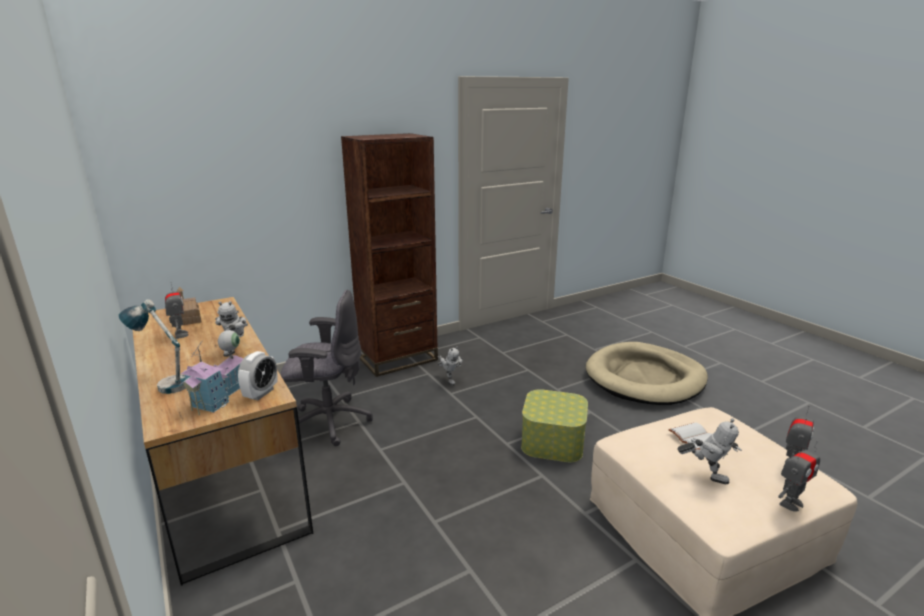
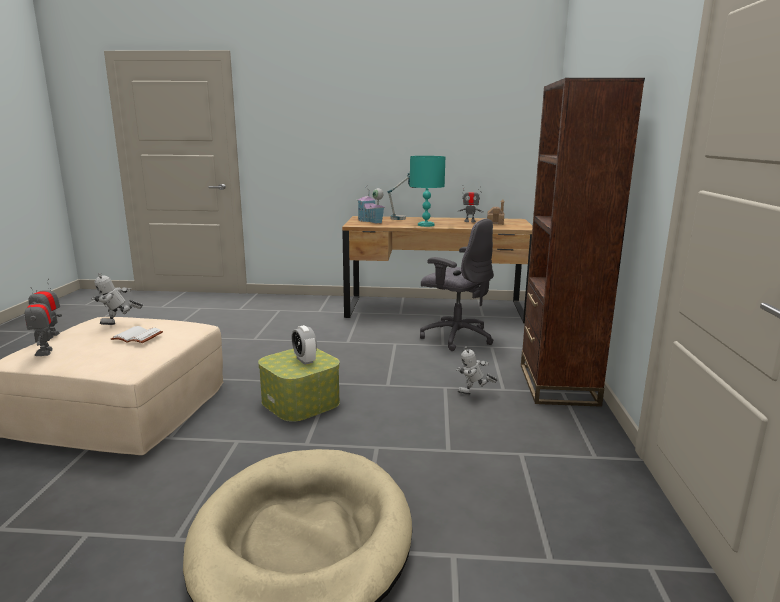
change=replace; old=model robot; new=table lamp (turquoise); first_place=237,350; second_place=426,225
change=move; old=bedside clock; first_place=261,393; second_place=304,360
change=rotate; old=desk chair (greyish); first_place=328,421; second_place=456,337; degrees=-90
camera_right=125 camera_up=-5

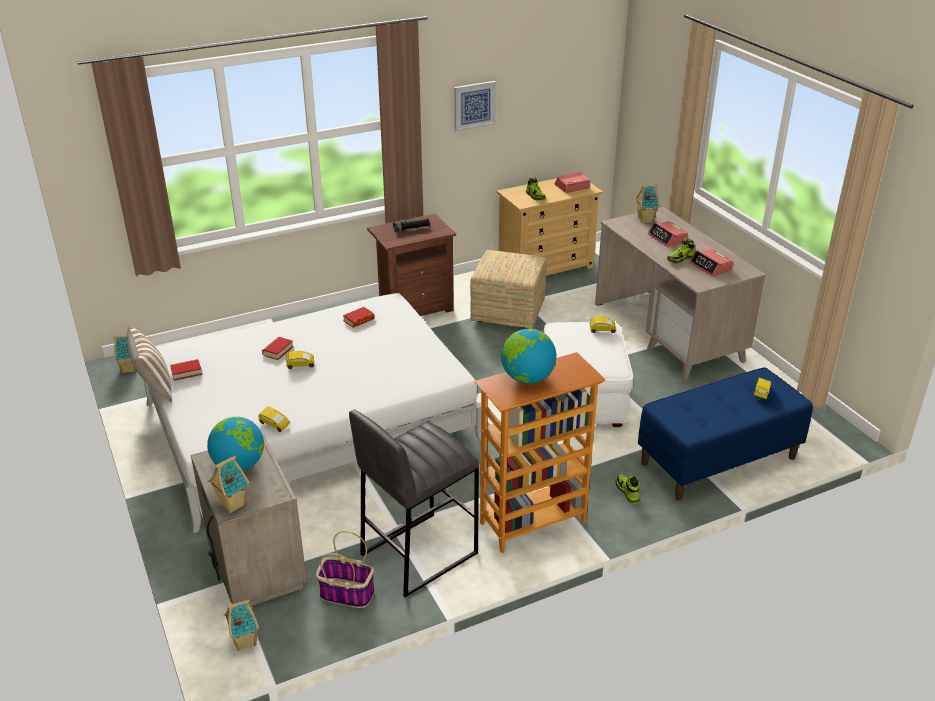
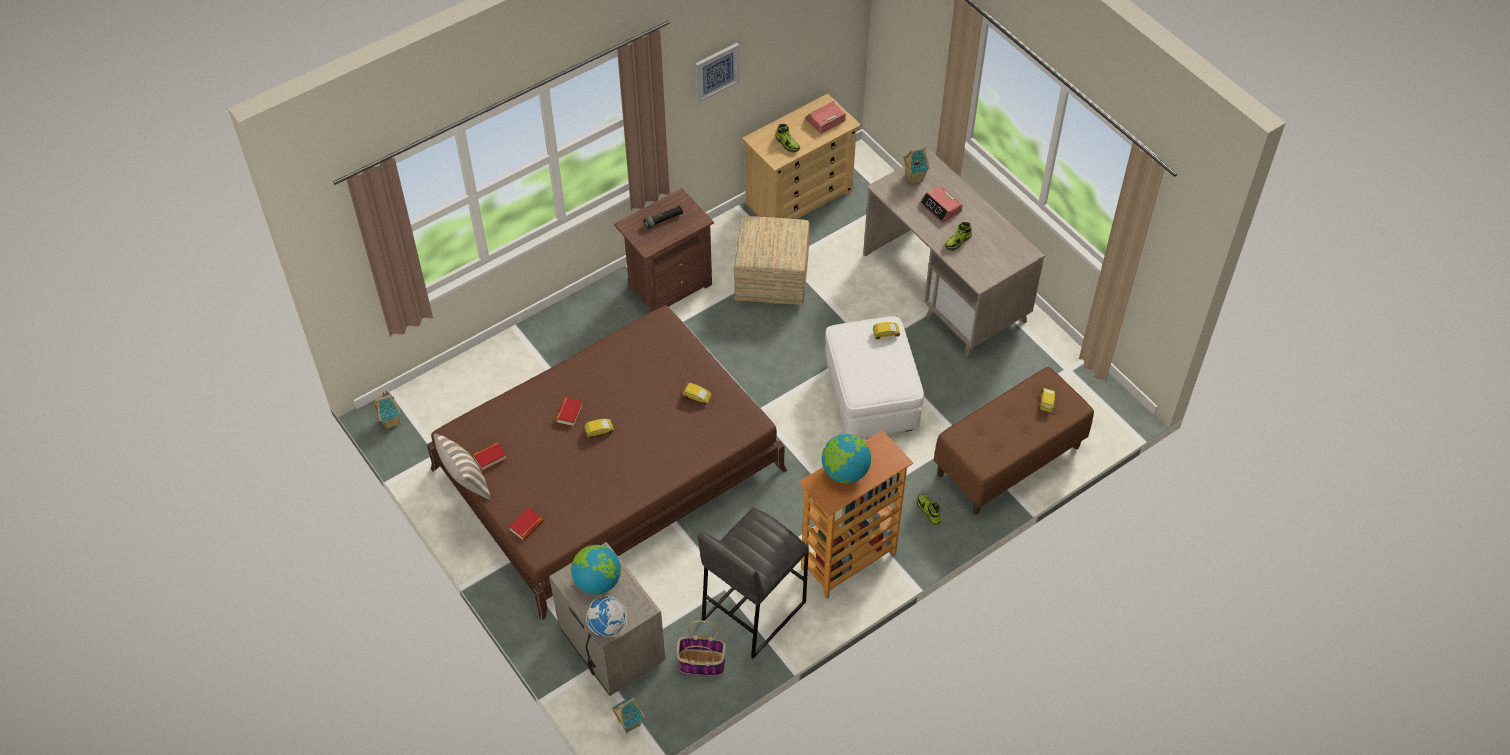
change=recolor; old=bed (whitish); new=bed (brownish); first_place=312,423; second_place=608,469
change=replace; old=toy house; new=globe; first_place=232,505; second_place=608,626
change=move; old=miniature car (yellow); first_place=274,425; second_place=697,397
change=move; old=bound book; first_place=359,320; second_place=526,526
change=recolor; old=long seat (blue); new=long seat (brownish); first_place=718,461; second_place=1008,461
change=delete; old=bedside clock; first_place=710,267
camera_right=-10 camera_up=20

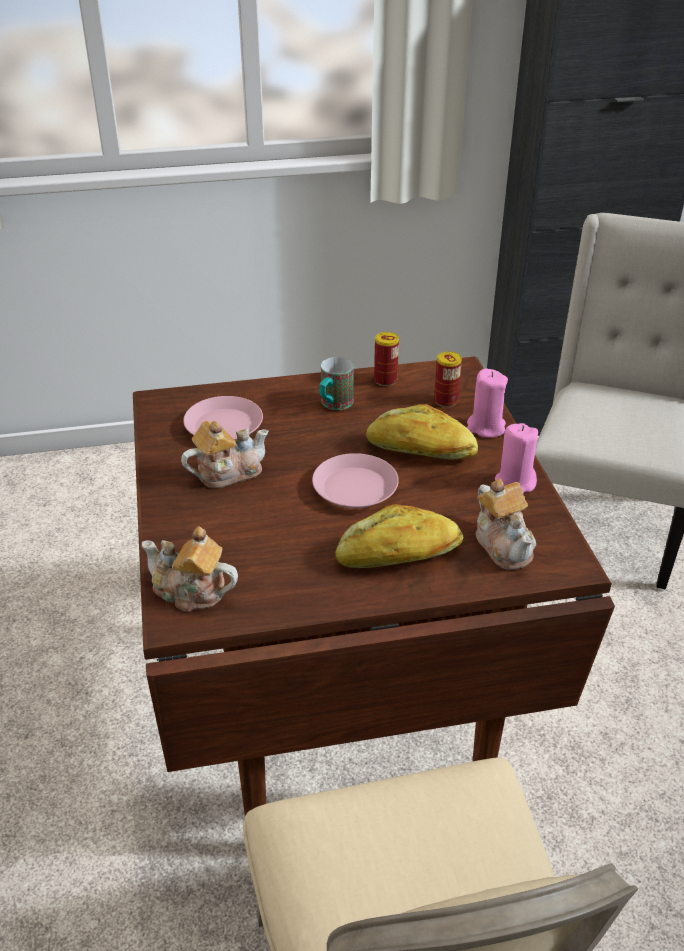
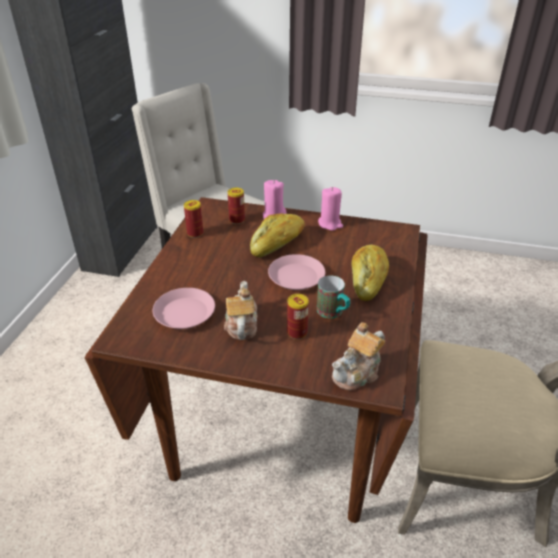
change=move; old=mug; first_place=333,405; second_place=333,313
change=delete; old=teapot; first_place=503,544
change=insert; new=sealed can; second_place=297,332
camera_right=-65 camera_up=0

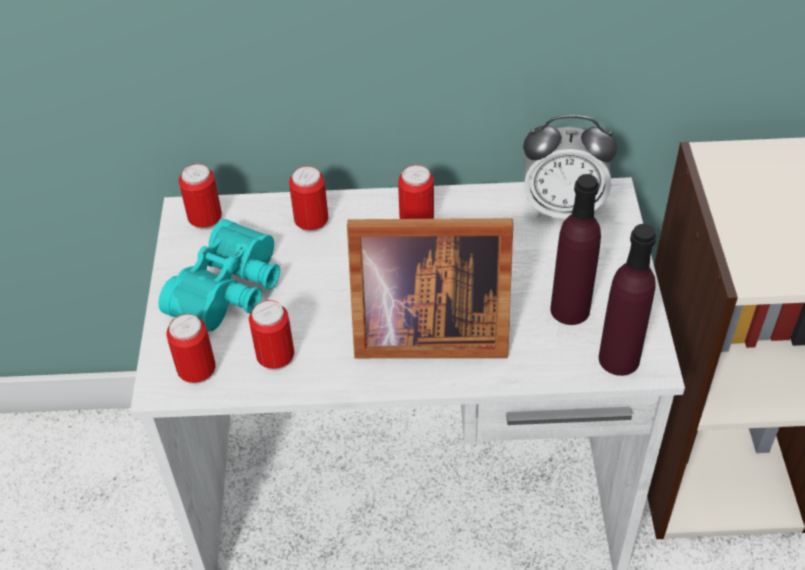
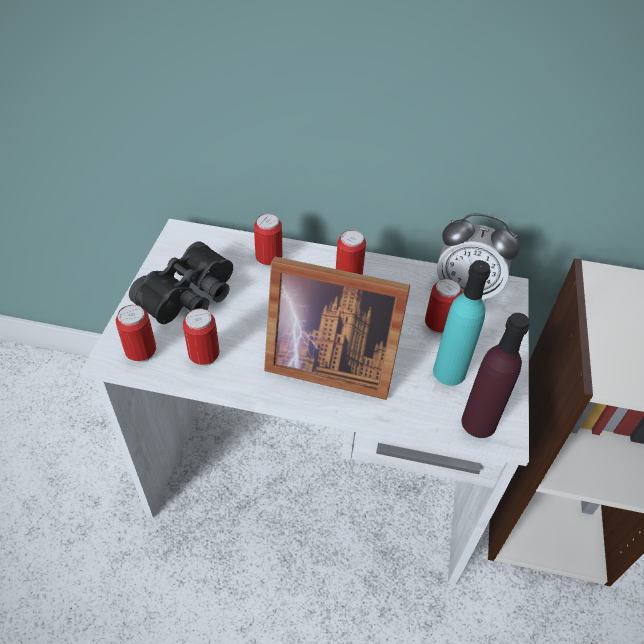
change=recolor; old=binoculars (turquoise); new=binoculars (black-coloured); first_place=232,290; second_place=191,297
change=move; old=sealed can; first_place=205,220; second_place=438,325
change=recolor; old=bottle (purple); new=bottle (turquoise); first_place=570,309; second_place=449,372
camera_right=10 camera_up=0

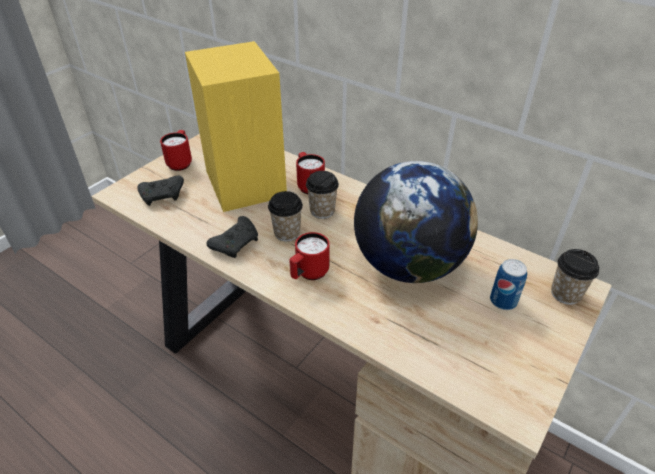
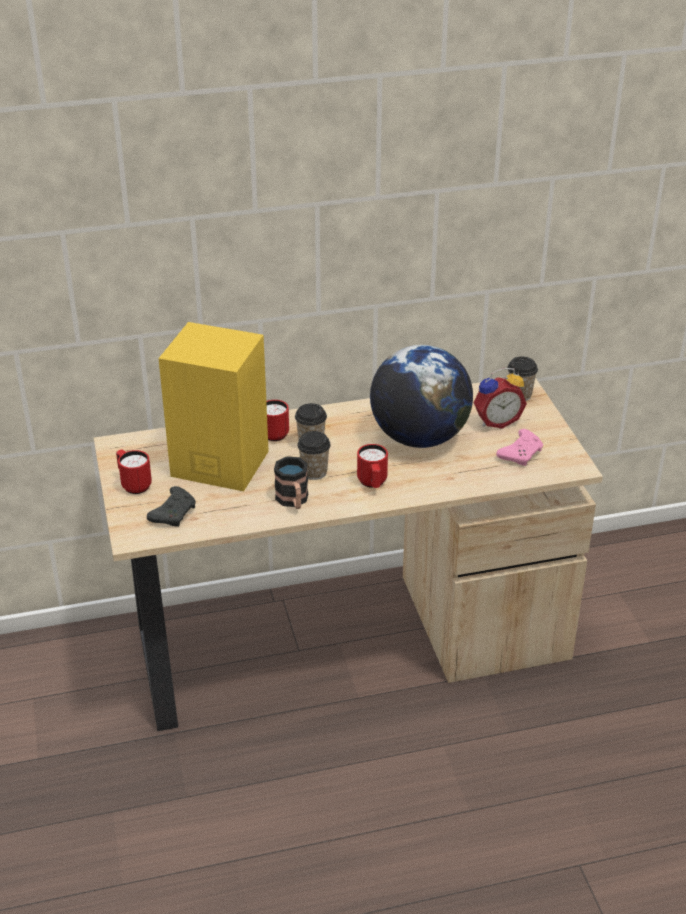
change=replace; old=game controller (black-coloured); new=mug; first_place=236,243; second_place=293,501
change=replace; old=sealed can; new=bedside clock; first_place=503,301; second_place=496,421
change=insert; new=game controller (pink-coloured); second_place=521,454
camera_right=-50 camera_up=-5

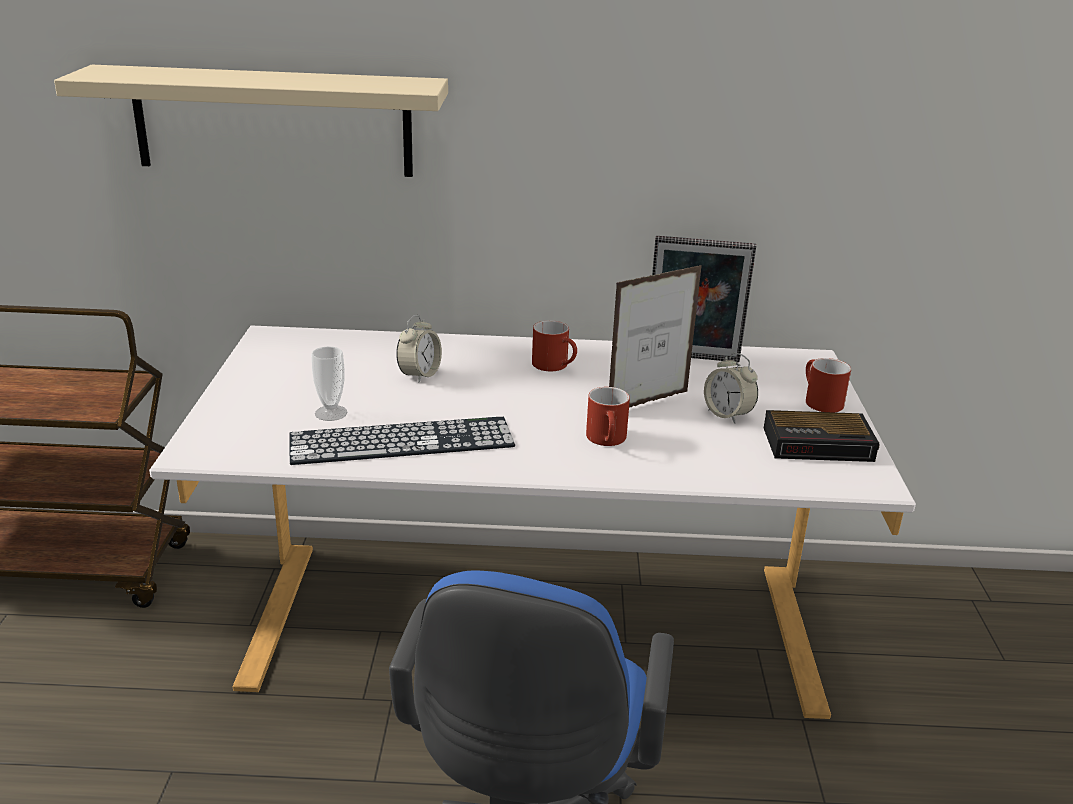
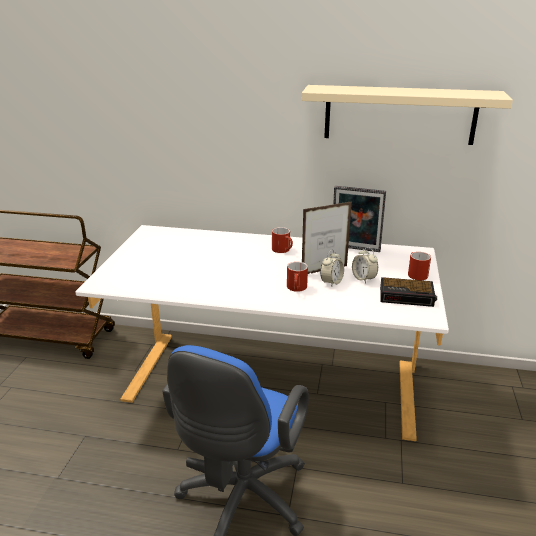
change=move; old=bracket shelf (sand-coloured); first_place=273,122; second_place=399,114
change=delete; old=PC keyboard; first_place=402,441
change=delete; old=drinking cup; first_place=331,413
change=move; old=bedside clock; first_place=419,375; second_place=331,282
camera_right=10 camera_up=0

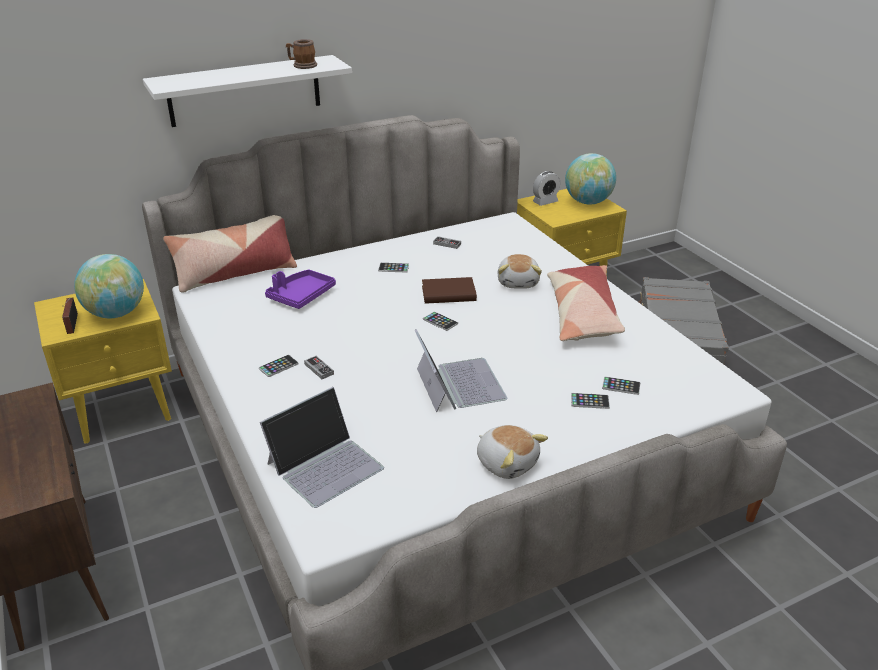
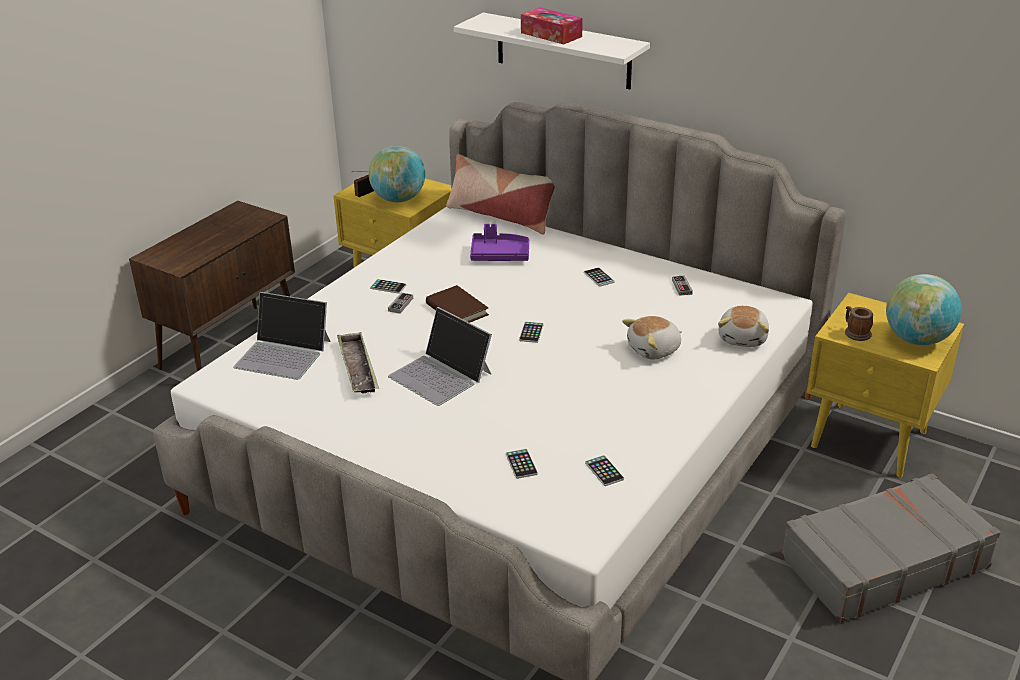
change=move; old=mug; first_place=302,66; second_place=855,333
change=rotate; old=laptop; first_place=459,384; second_place=441,375; degrees=90
change=move; old=bound book (brownish); first_place=448,294; second_place=456,309
change=move; old=soft toy; first_place=507,462; second_place=743,338
change=delete; old=bedside clock; first_place=545,202
change=delete; old=pillow; first_place=582,314
change=move; old=phone; first_place=590,401; second_place=604,471
change=insert; new=tray; second_place=358,368
change=insert; new=box of tissues; second_place=551,35
camera_right=60 camera_up=0

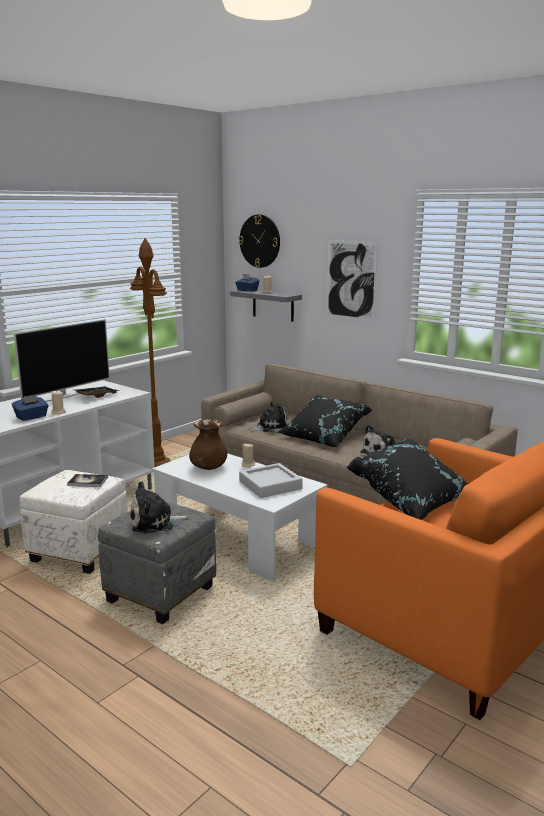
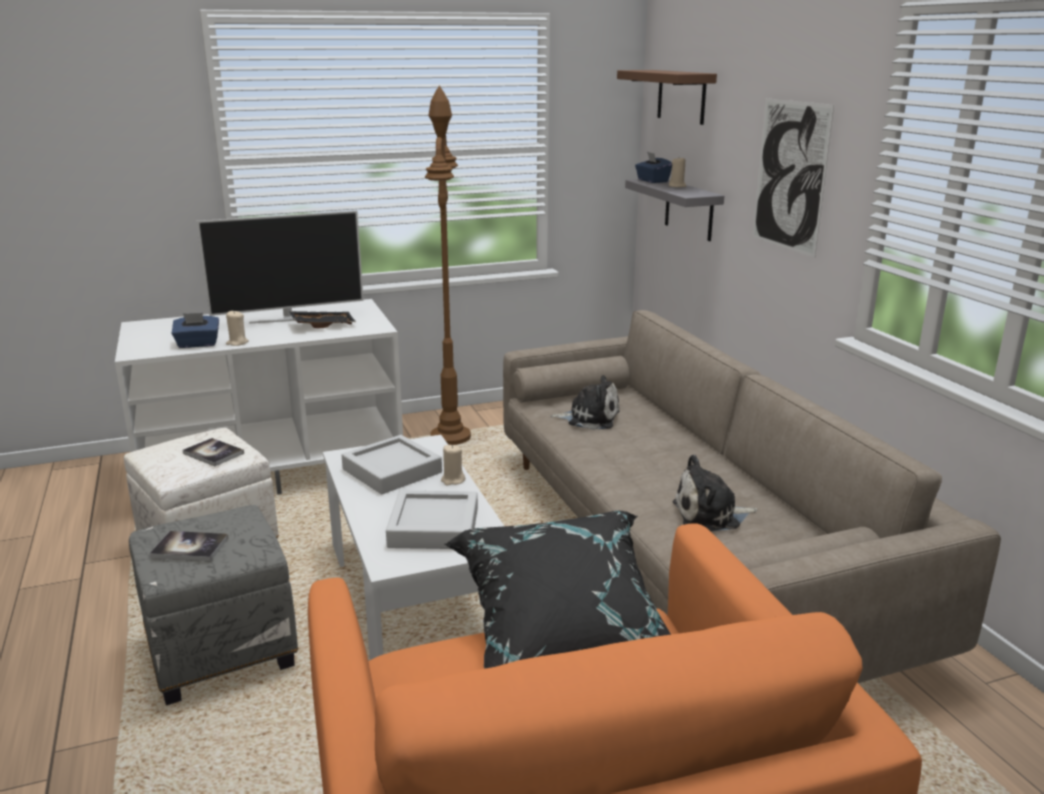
change=replace; old=soft toy; new=bound book; first_place=155,523; second_place=190,548
change=replace; old=flower vase (brownish); new=tray (greyish); first_place=208,468; second_place=392,471
change=replace; old=clock on the wall; new=bracket shelf (brownish); first_place=260,241; second_place=681,96
change=delete; old=pillow (black-coloured); first_place=323,437
camera_right=30 camera_up=5

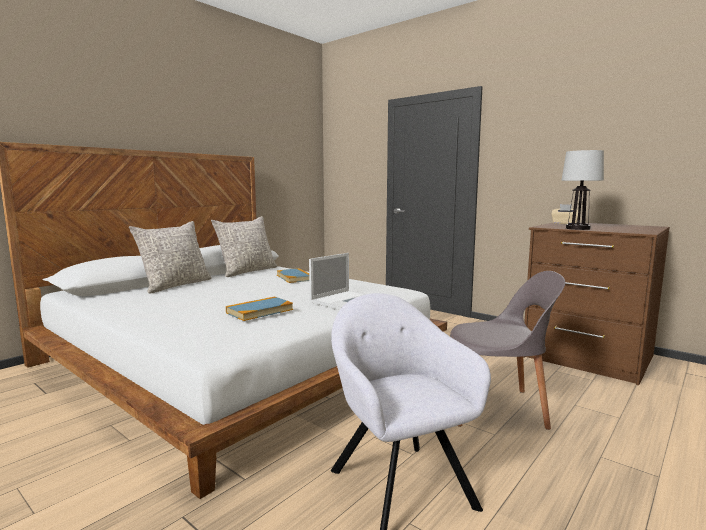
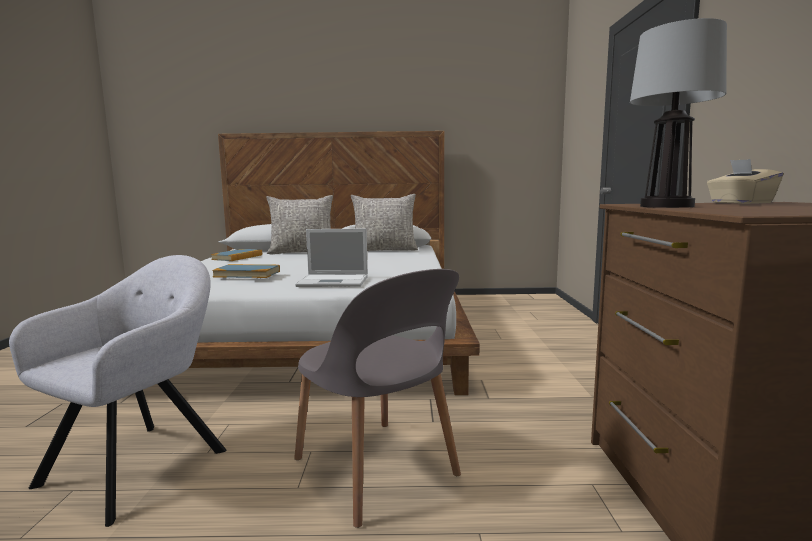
change=move; old=bound book; first_place=294,277; second_place=237,257
camera_right=50 camera_up=0

